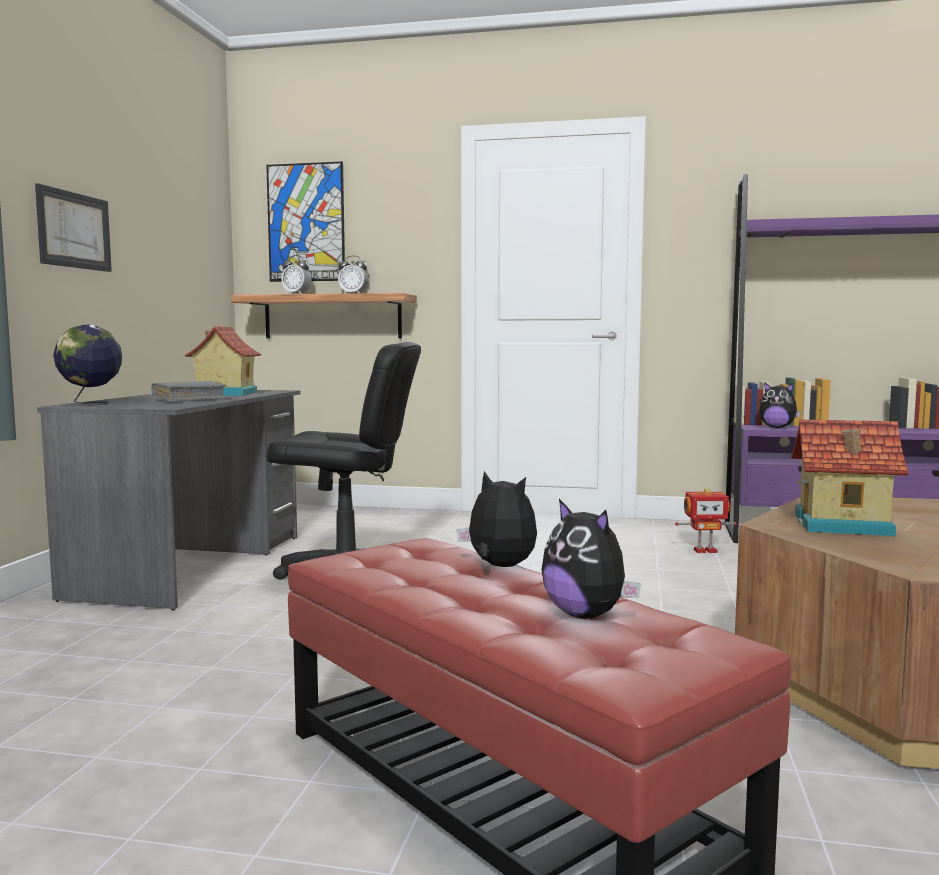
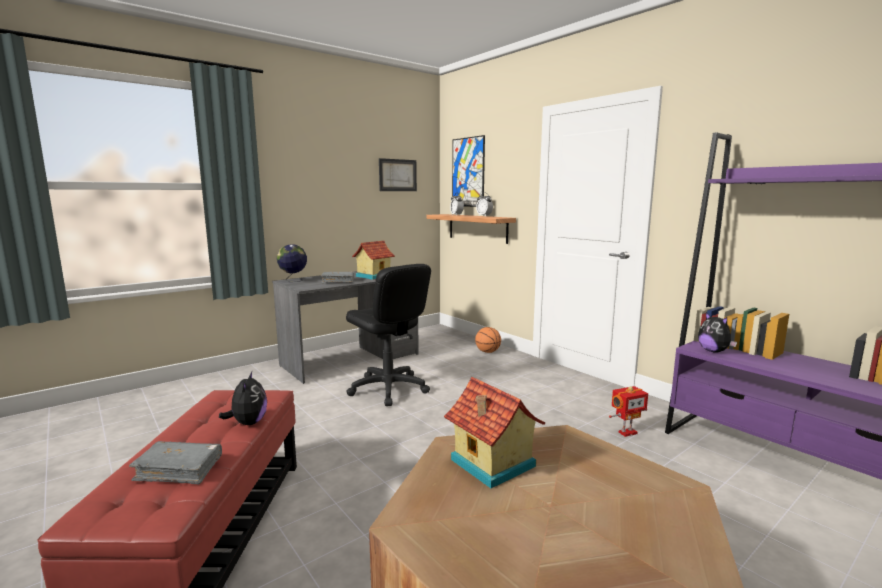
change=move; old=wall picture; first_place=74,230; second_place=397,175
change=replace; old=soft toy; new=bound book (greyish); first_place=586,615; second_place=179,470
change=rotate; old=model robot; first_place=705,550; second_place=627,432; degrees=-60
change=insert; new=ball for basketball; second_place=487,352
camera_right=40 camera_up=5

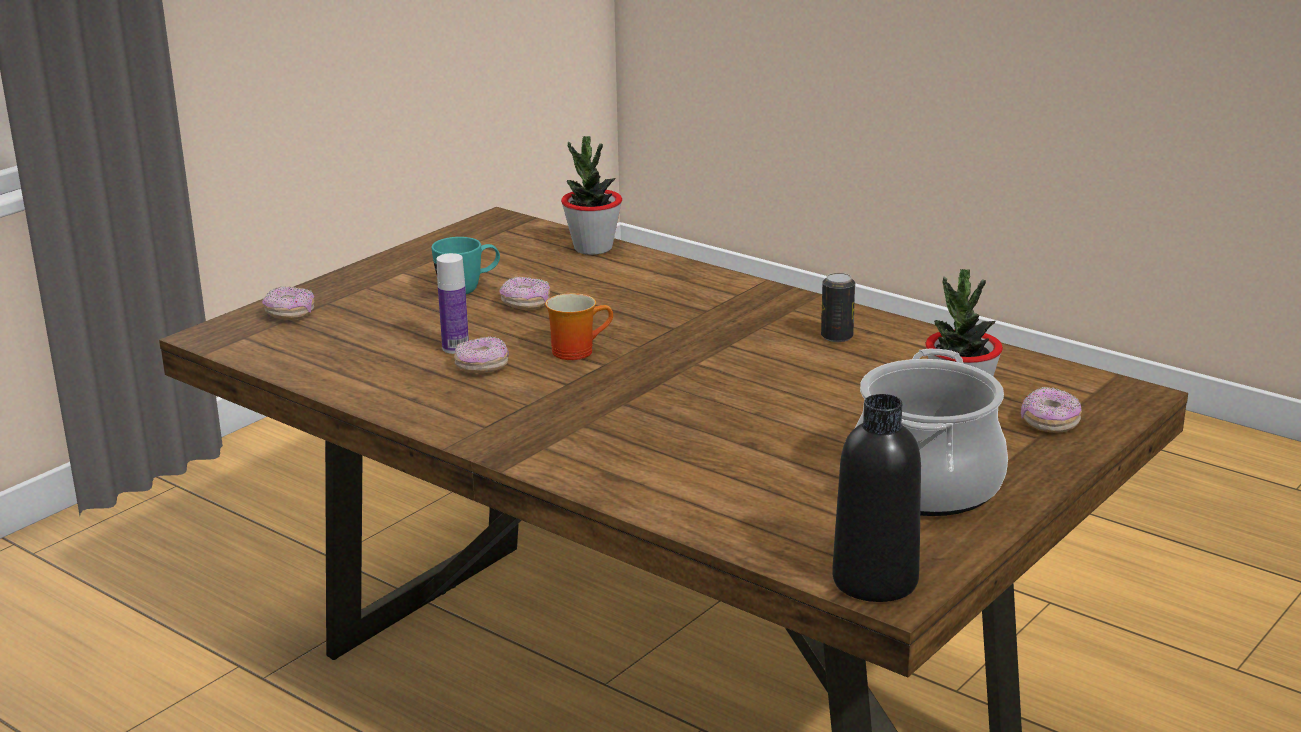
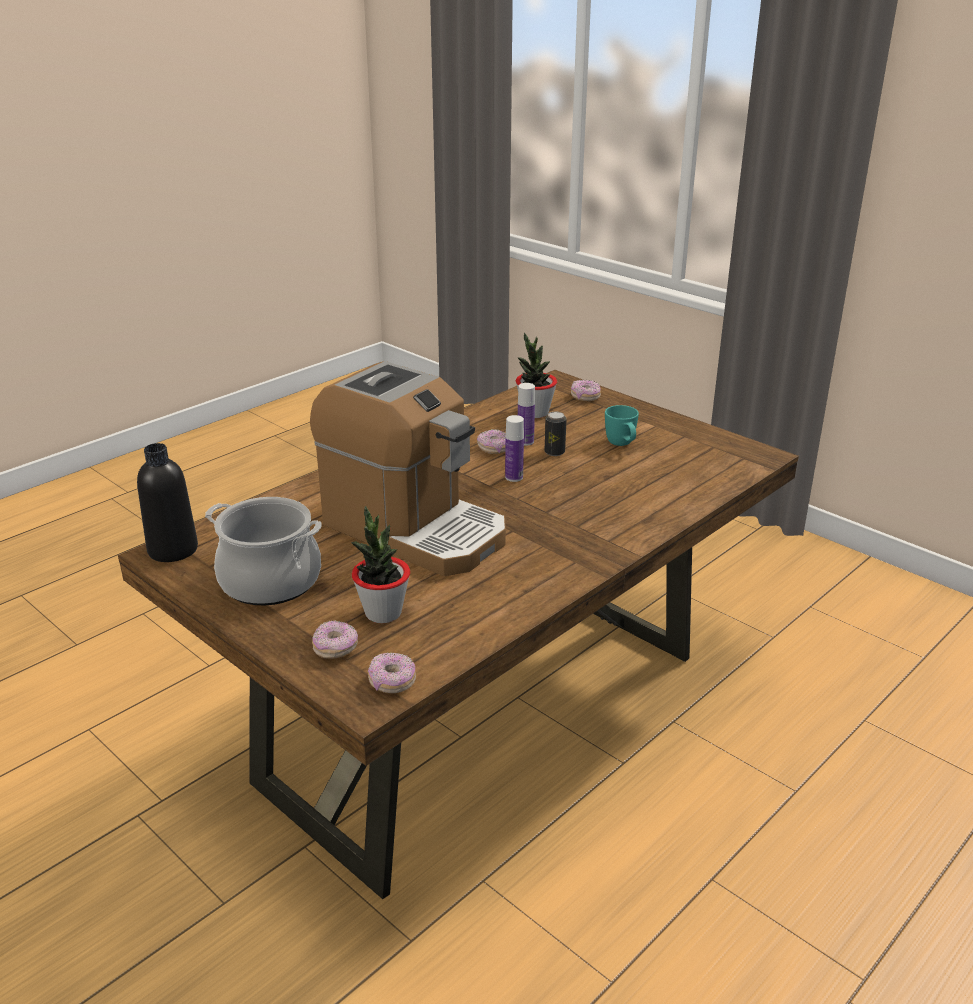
change=move; old=doughnut; first_place=525,304; second_place=392,682
change=replace; old=mug; new=bottle; first_place=576,350; second_place=514,477
change=move; old=plant in a pot; first_place=593,248; second_place=535,413
change=move; old=sealed can; first_place=837,337; second_place=554,452
change=insert; new=coffee maker; second_place=414,529
camera_right=95 camera_up=5

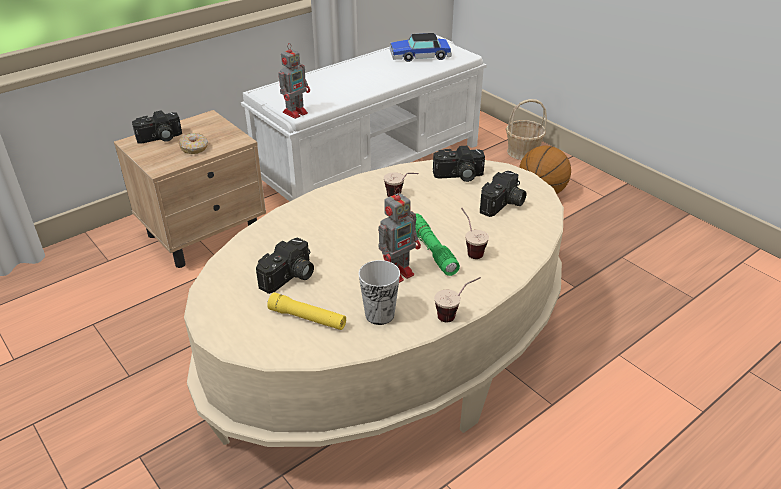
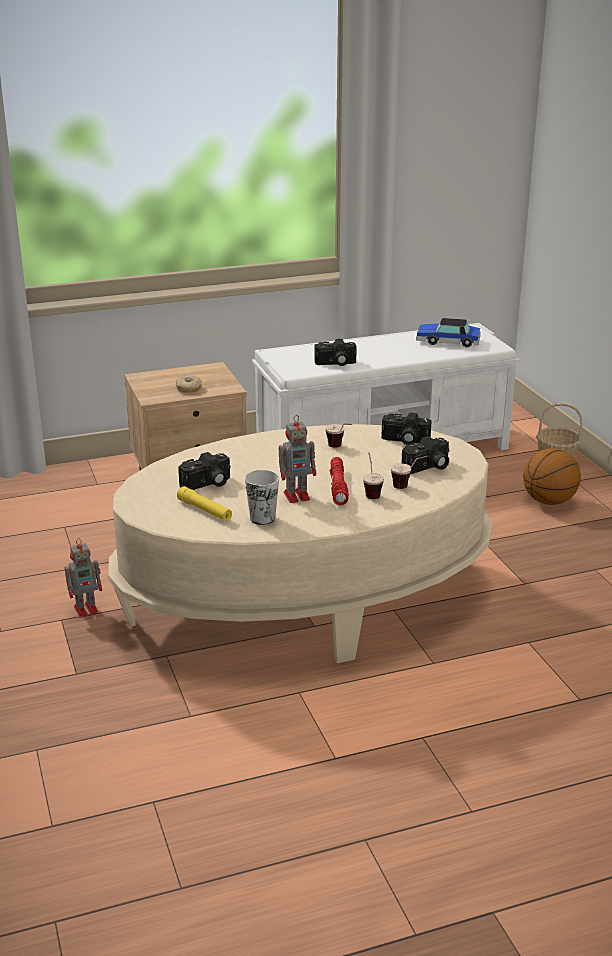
change=move; old=photo camera; first_place=160,138; second_place=335,363
change=move; old=model robot; first_place=296,112; second_place=87,609
change=recolor; old=hand torch (green-coloured); new=hand torch (red-coloured); first_place=432,249; second_place=338,486
change=move; old=drinking cup; first_place=456,314; second_place=408,486
camera_right=20 camera_up=-10

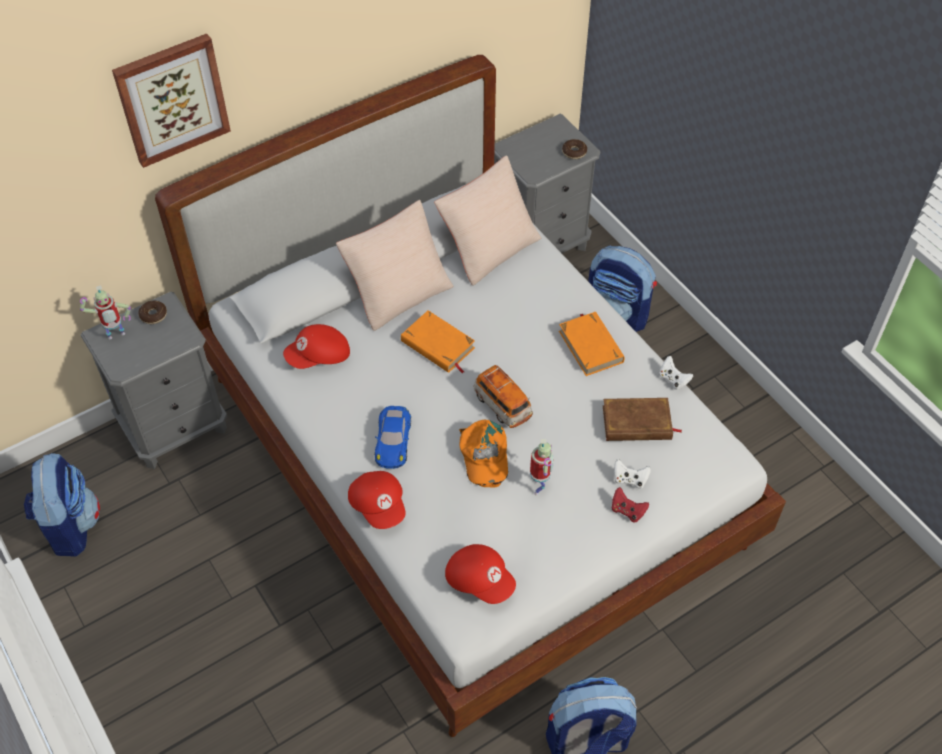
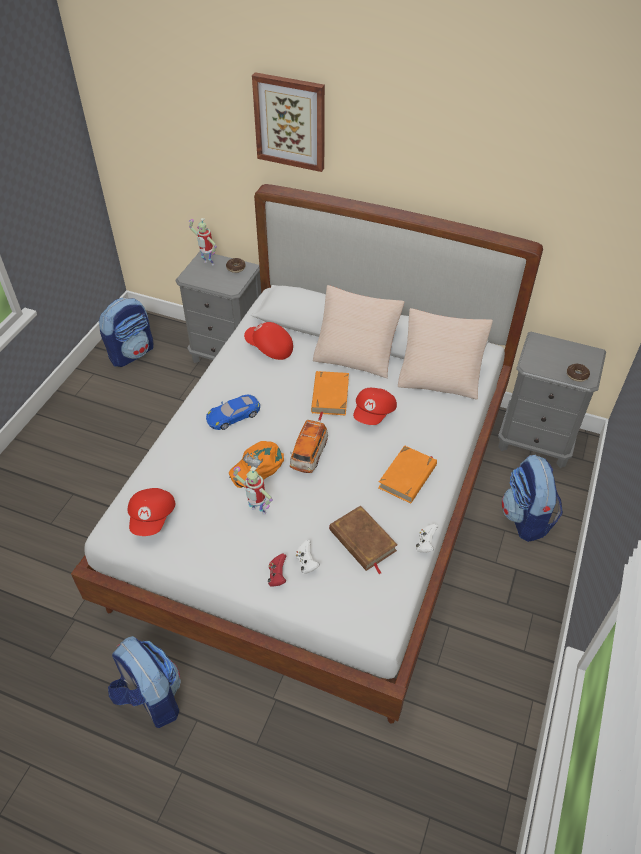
change=move; old=cap (red-coloured); first_place=379,505; second_place=374,413
change=rotate; old=model robot; first_place=539,487; second_place=257,512; degrees=60
camera_right=55 camera_up=-5

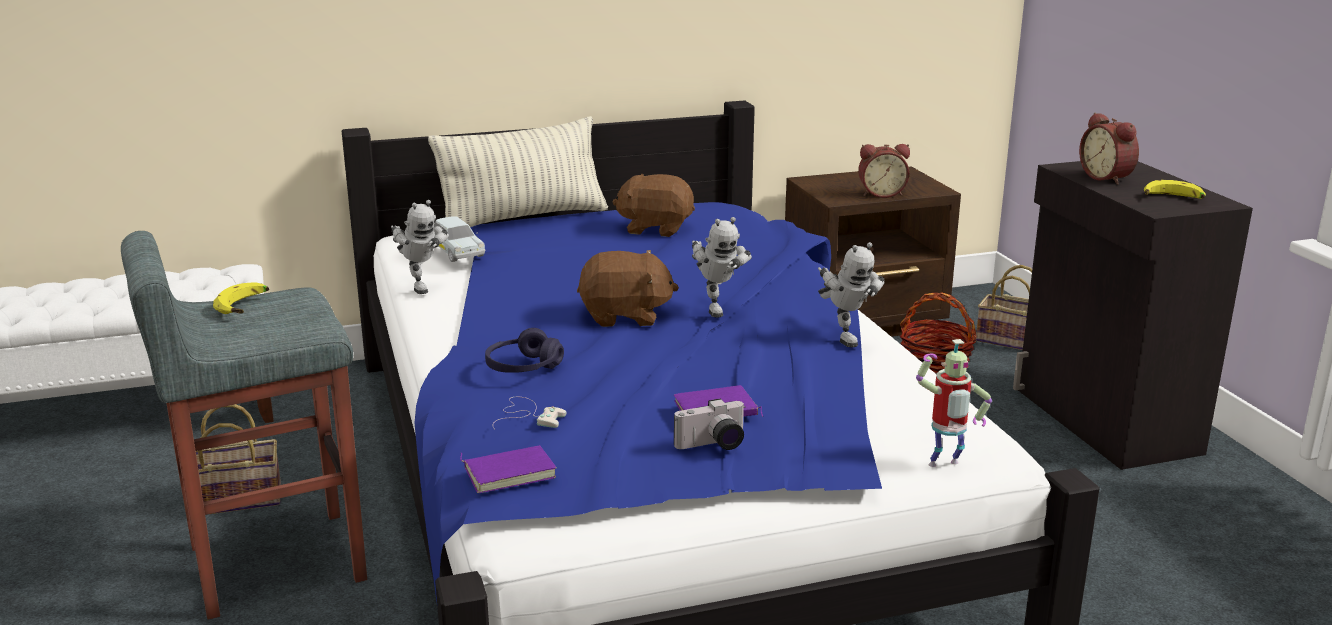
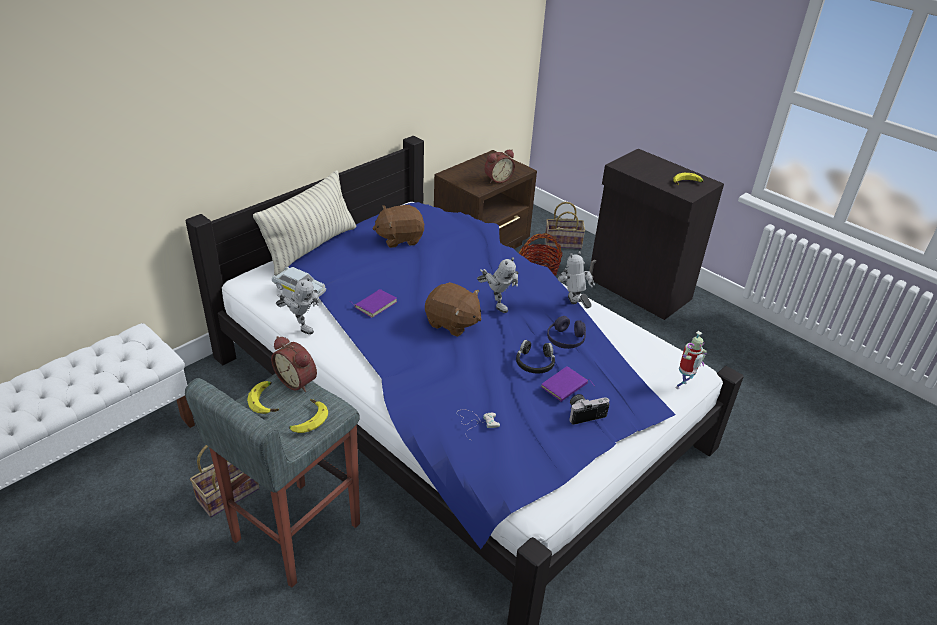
change=move; old=bound book (purple); first_place=509,472; second_place=375,304
change=move; old=headset (purple); first_place=523,367; second_place=565,339
change=rotate; old=soft toy (brownish); first_place=625,316; second_place=452,323; degrees=60
change=rotate; old=photo camera; first_place=713,445; second_place=585,413; degrees=-150
change=rotate; old=model robot; first_place=844,336; second_place=573,307; degrees=-150
change=move; old=bedside clock; first_place=1107,178; second_place=298,381
change=insert; new=banana fruit; second_place=307,420
change=insert; new=headset (black-coloured); second_place=535,362
camera_right=-30 camera_up=15

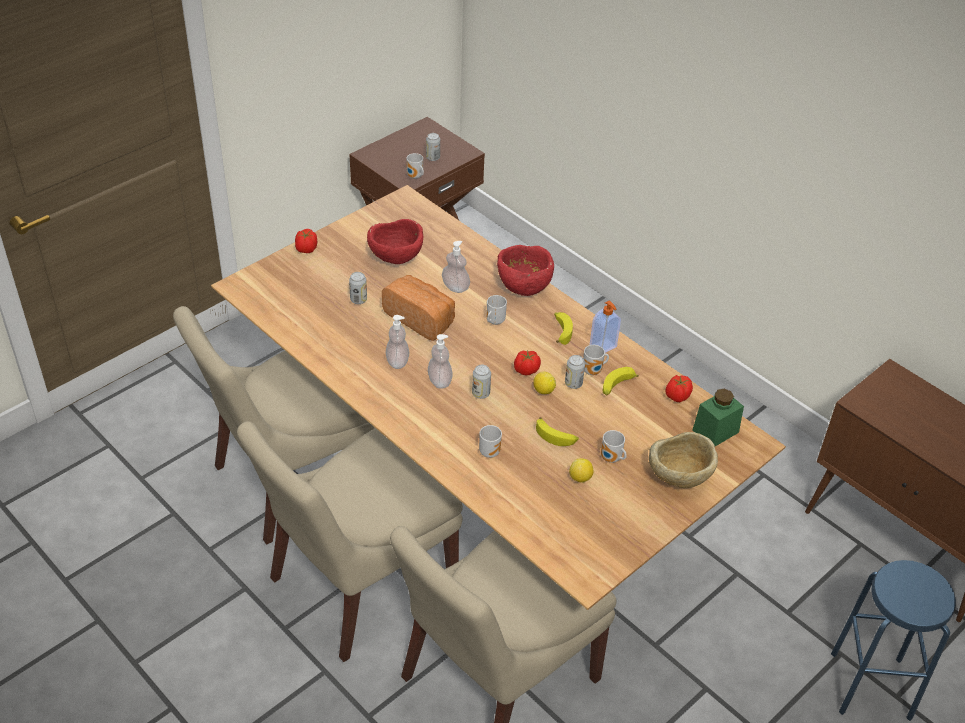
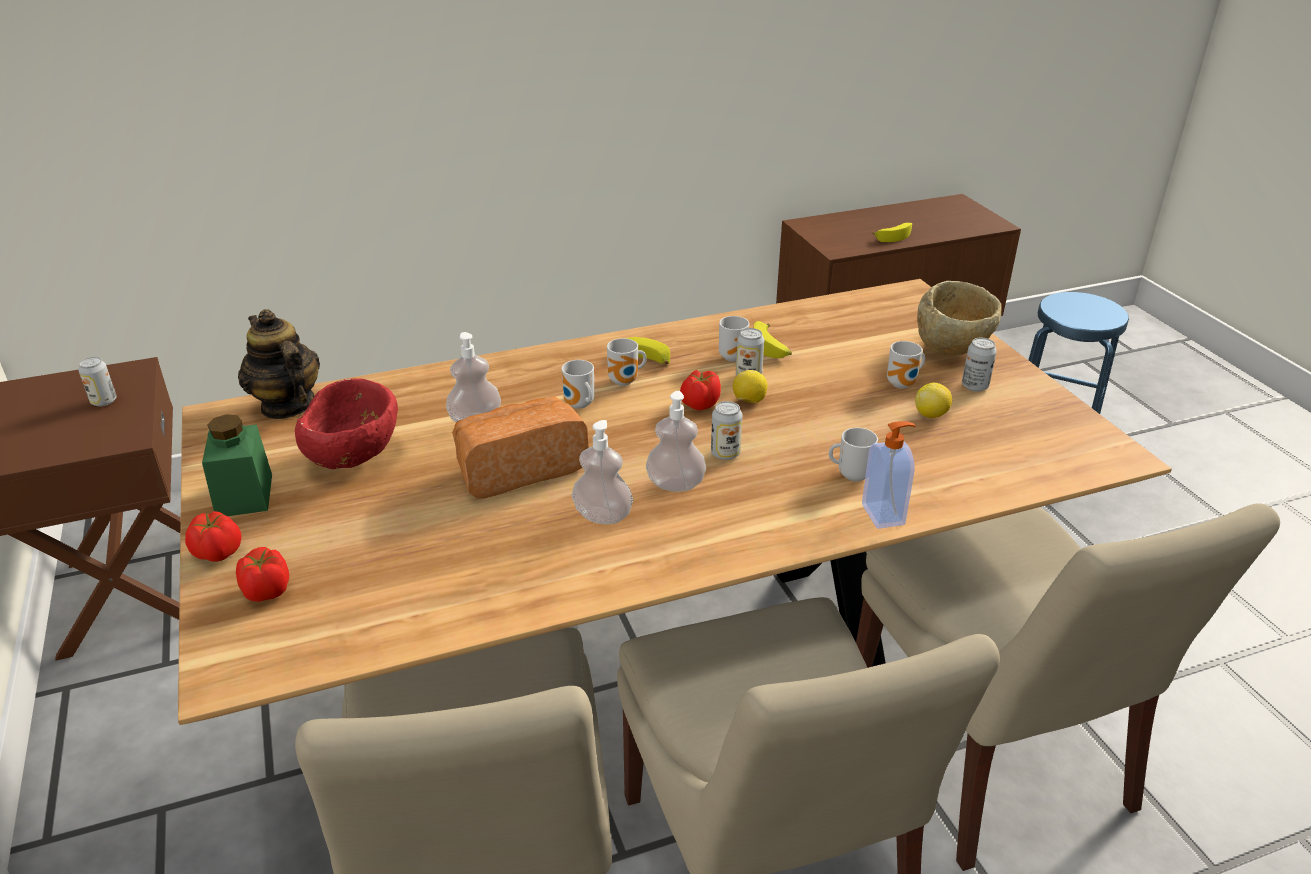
change=move; old=sealed can; first_place=358,300; second_place=974,386
change=move; old=mug; first_place=415,177; second_place=626,382
change=delete; old=deep dish (red-coloured); first_place=523,287
change=move; old=banana fruit; first_place=556,436; second_place=894,236
change=move; old=soap bottle; first_place=603,347; second_place=884,514
change=move; old=fresh tomato; first_place=677,396; second_place=266,591
change=move; old=preserve jar (green-coloured); first_place=715,431; second_place=244,495
change=insert; new=teapot; second_place=287,405
camera_right=-65 camera_up=-10

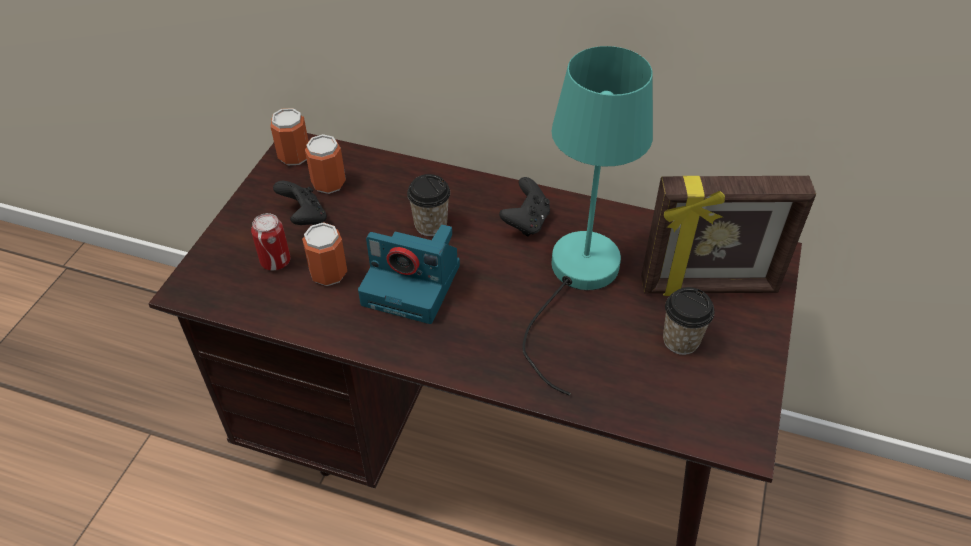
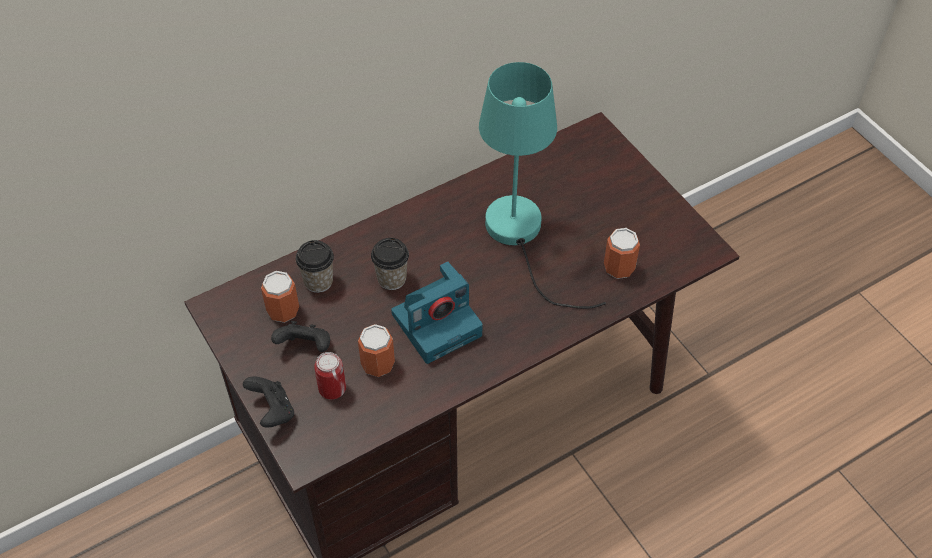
change=move; old=sealed can; first_place=294,156; second_place=619,268
change=move; old=game controller (black-coloured); first_place=526,222; second_place=272,411
change=delete; old=picture frame; first_place=709,287
change=move; old=drinking cup; first_place=681,340; second_place=318,281
camera_right=-50 camera_up=5

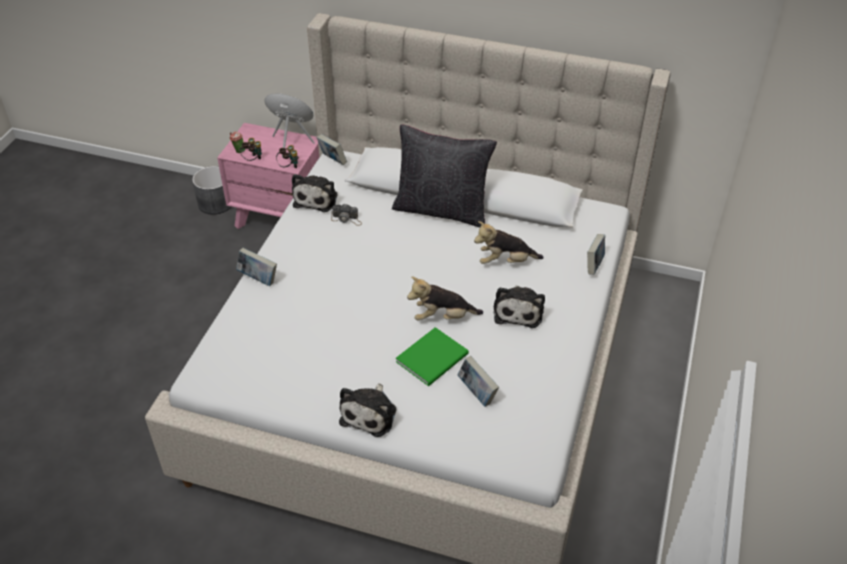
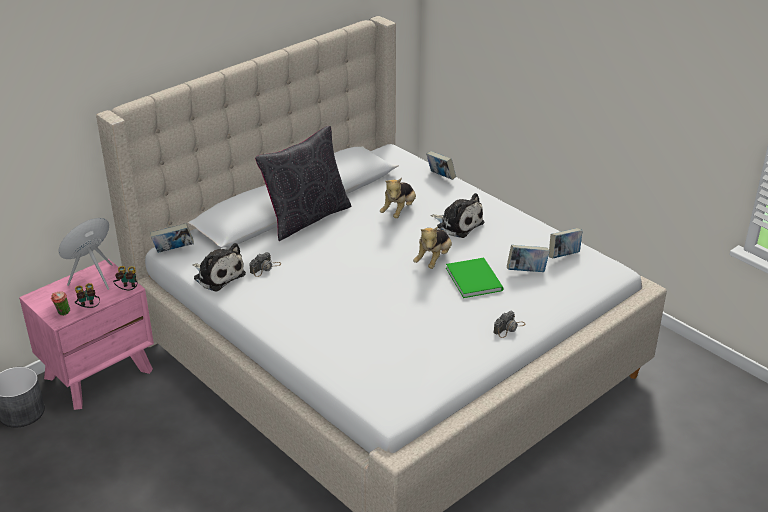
change=move; old=bound book; first_place=258,278; second_place=564,255
change=replace; old=soft toy; new=photo camera; first_place=370,413; second_place=509,328
camera_right=-60 camera_up=-10

